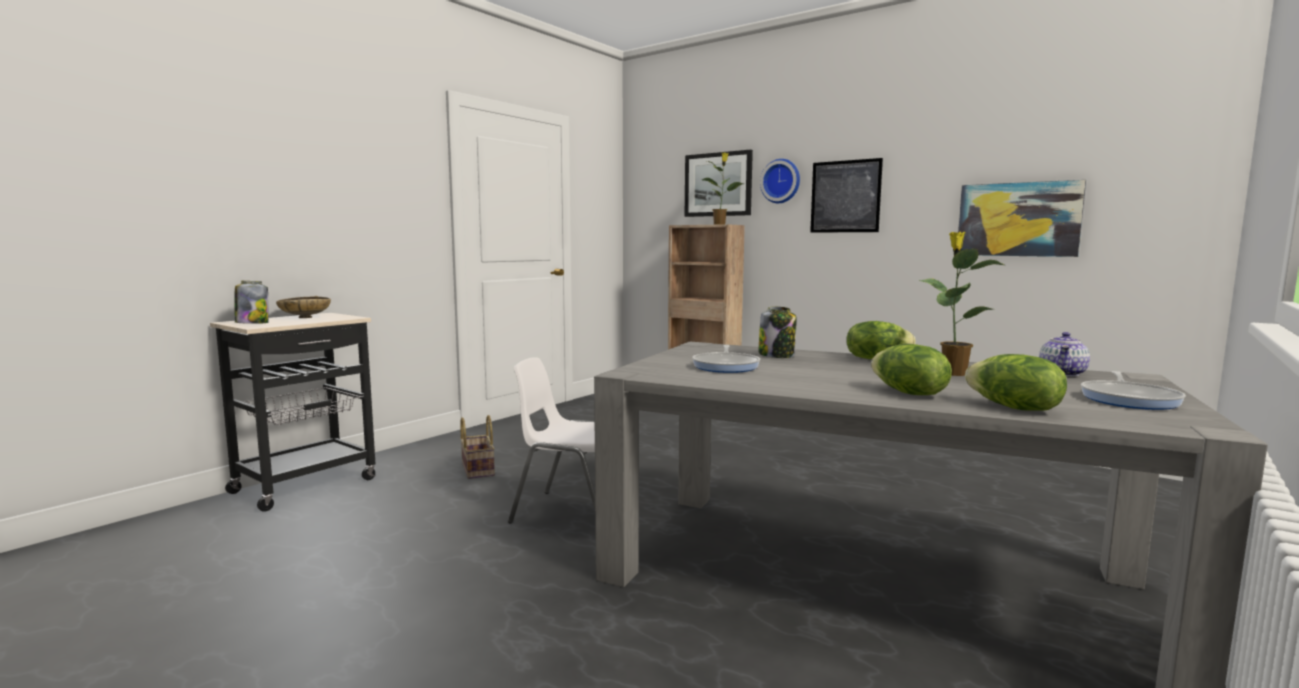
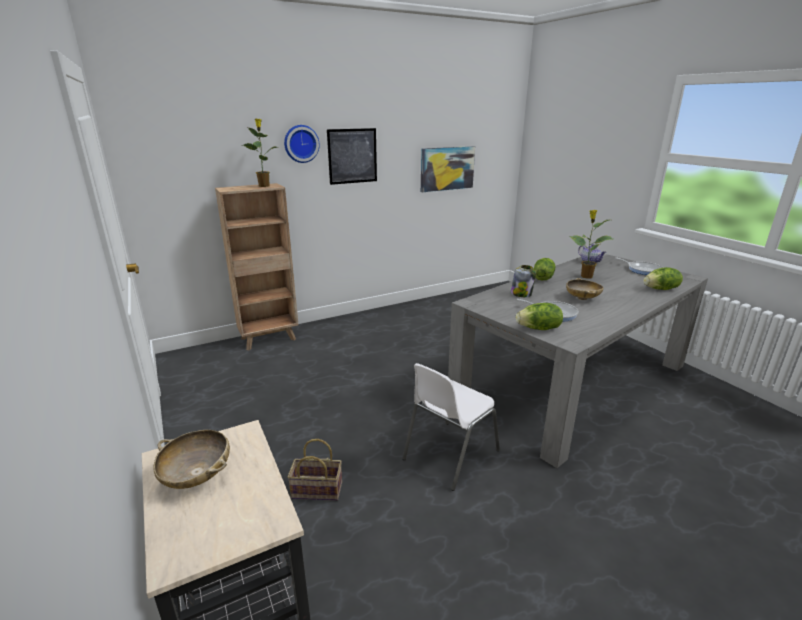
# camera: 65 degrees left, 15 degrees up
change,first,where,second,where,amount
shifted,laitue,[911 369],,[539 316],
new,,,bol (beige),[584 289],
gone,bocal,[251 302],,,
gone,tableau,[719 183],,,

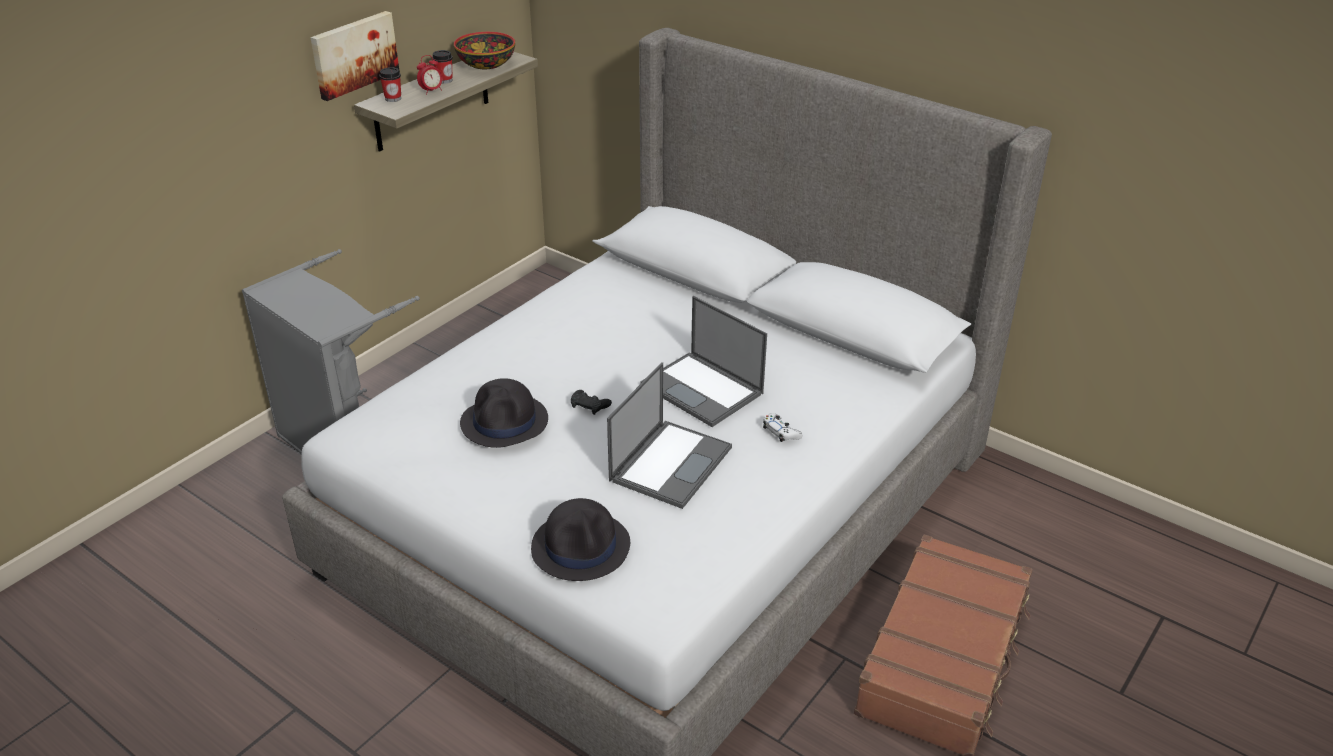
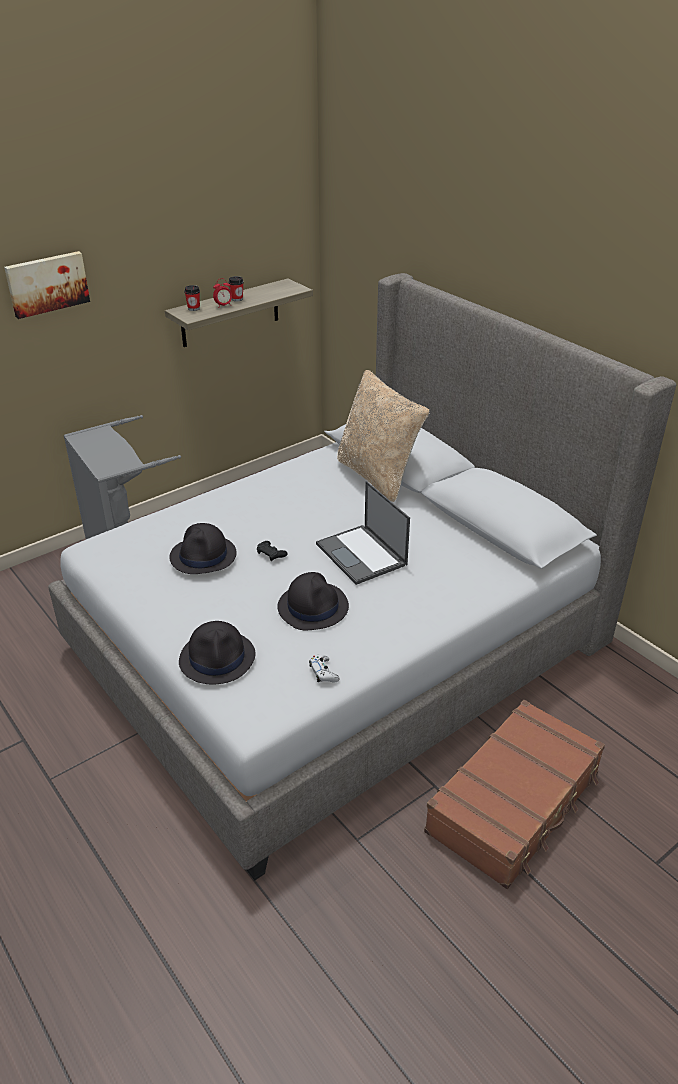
# camera: 15 degrees right, 0 degrees up
change,first,where,second,where,amount
shifted,tableau,[355 56],,[47 285],
swapped,ordinateur portable,[669 435],chapeau (noir),[313 601],
shifted,manette (blanc),[783 427],,[324 668],
new,,,coussin (beige),[383 436],
gone,bol,[484 50],,,

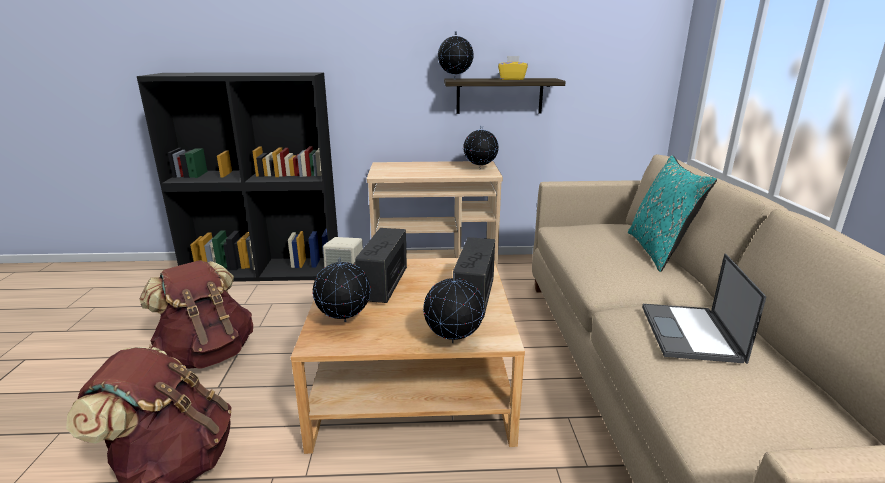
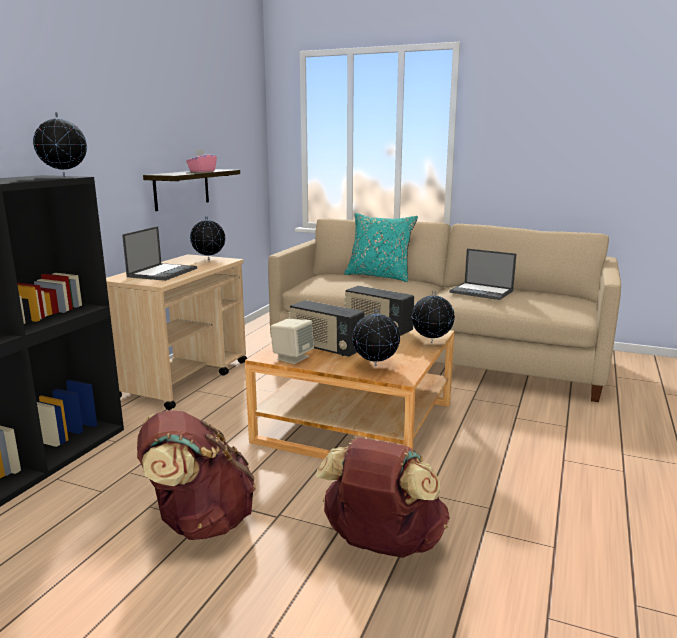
# camera: 65 degrees left, 5 degrees down
change,first,where,second,where,amount
shifted,globe,[456 55],,[60 144],
new,,,ordinateur portable,[159 253],
repainted,boîte à mouchoirs (jaune),[513 68],boîte à mouchoirs (rose),[201 160],

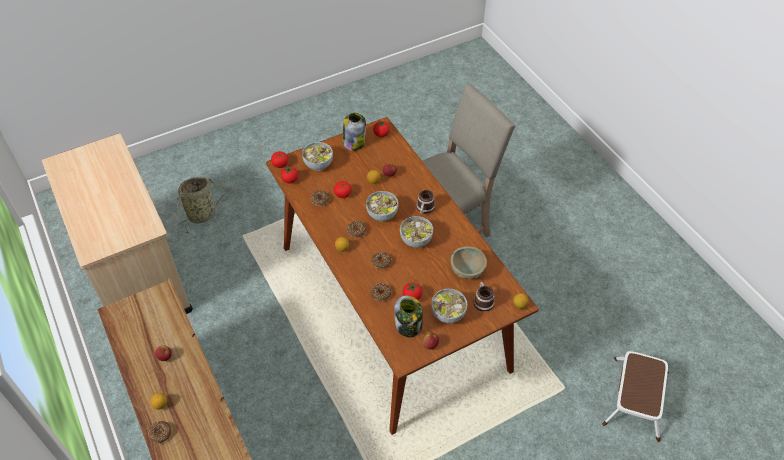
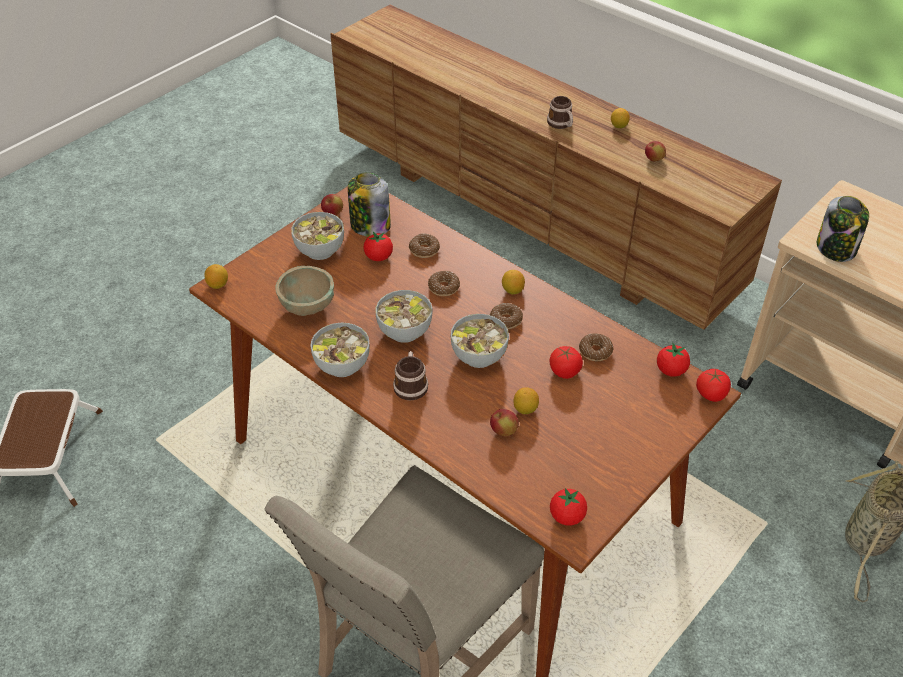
# camera: 160 degrees right, 5 degrees down
change,first,where,second,where,amount
shifted,bol,[317 156],,[340 350],
shifted,mug,[484 297],,[560 112],
shifted,bocal,[354 132],,[843 229],
gone,beignet,[160 432],,,

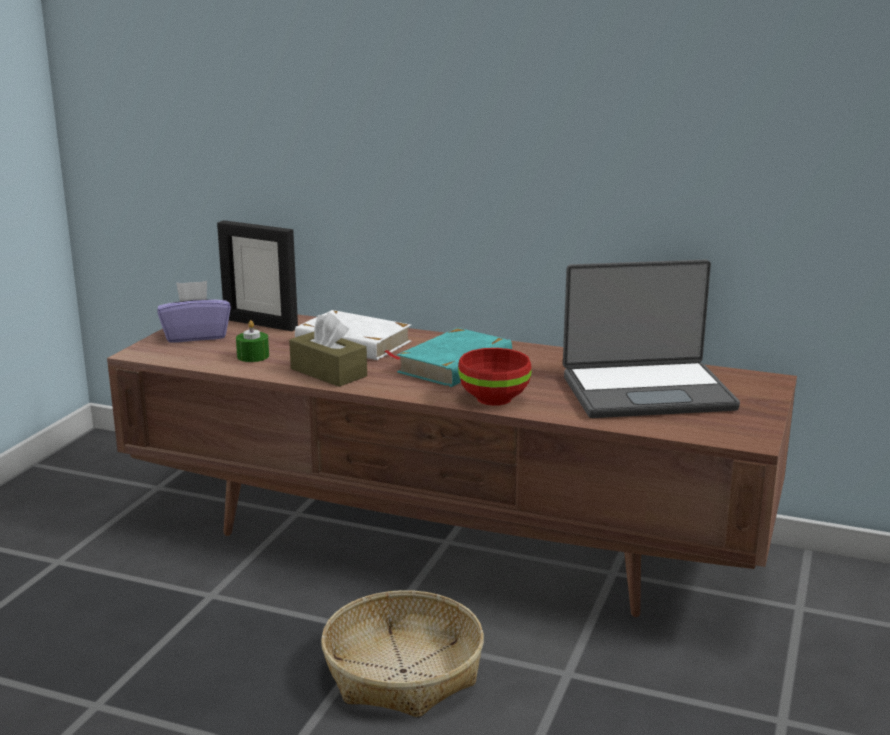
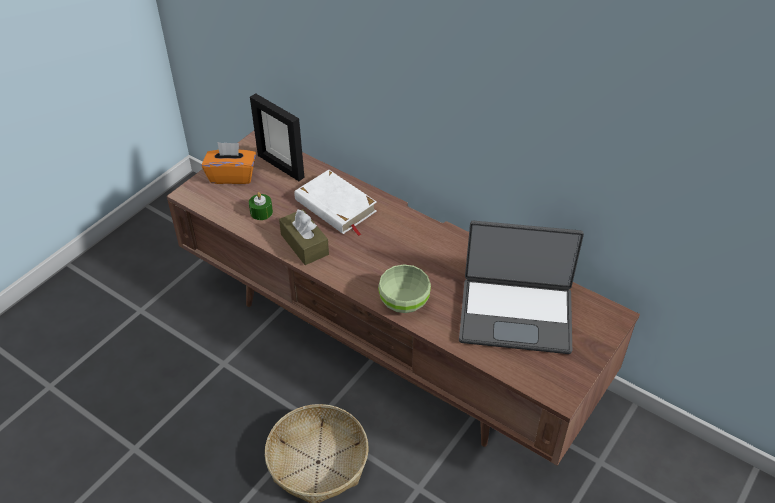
# camera: 15 degrees right, 25 degrees up
change,first,where,second,where,amount
repainted,boîte à mouchoirs (violet),[194 312],boîte à mouchoirs (orange),[229 163],
repainted,bol (rouge),[495 377],bol (vert),[404 288],
gone,livre (turquoise),[454 357],,,

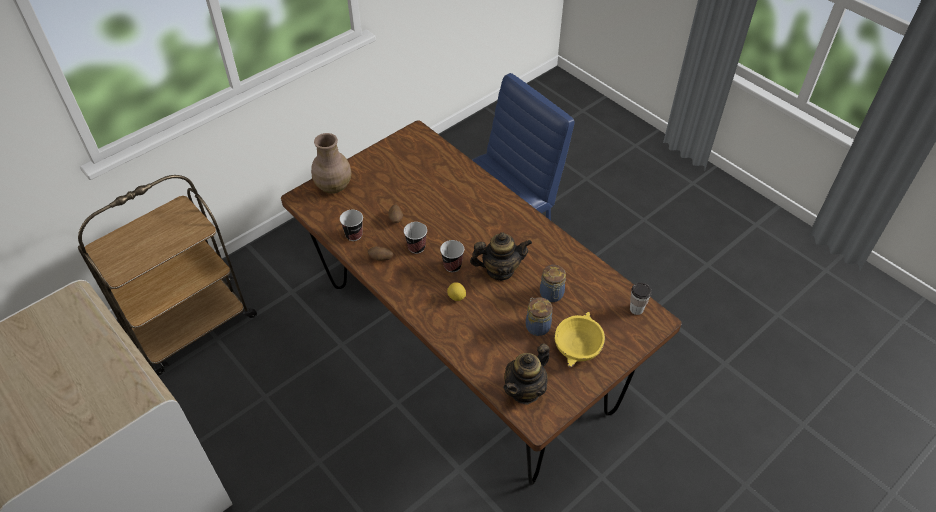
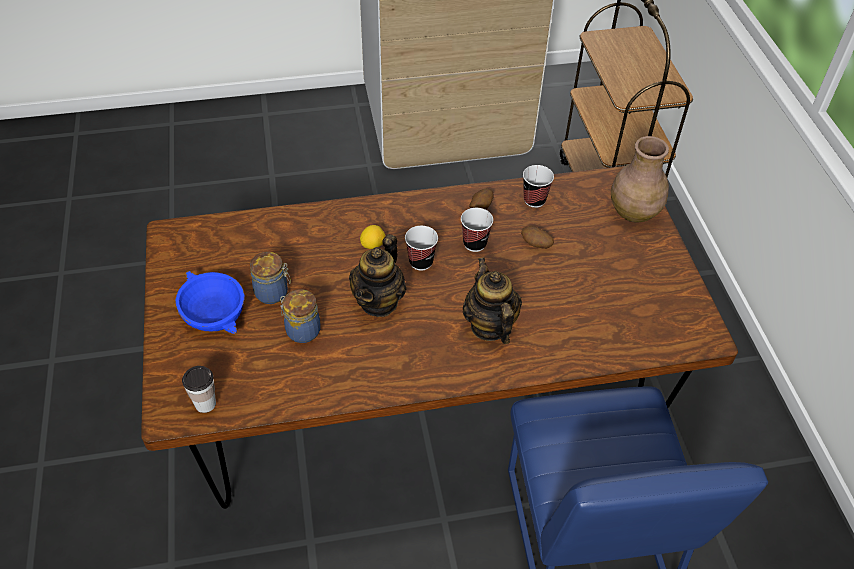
# camera: 120 degrees right, 0 degrees up
change,first,where,second,where,amount
repainted,bol (jaune),[580 339],bol (bleu),[210 302],
shifted,théière,[526 374],,[492 300],

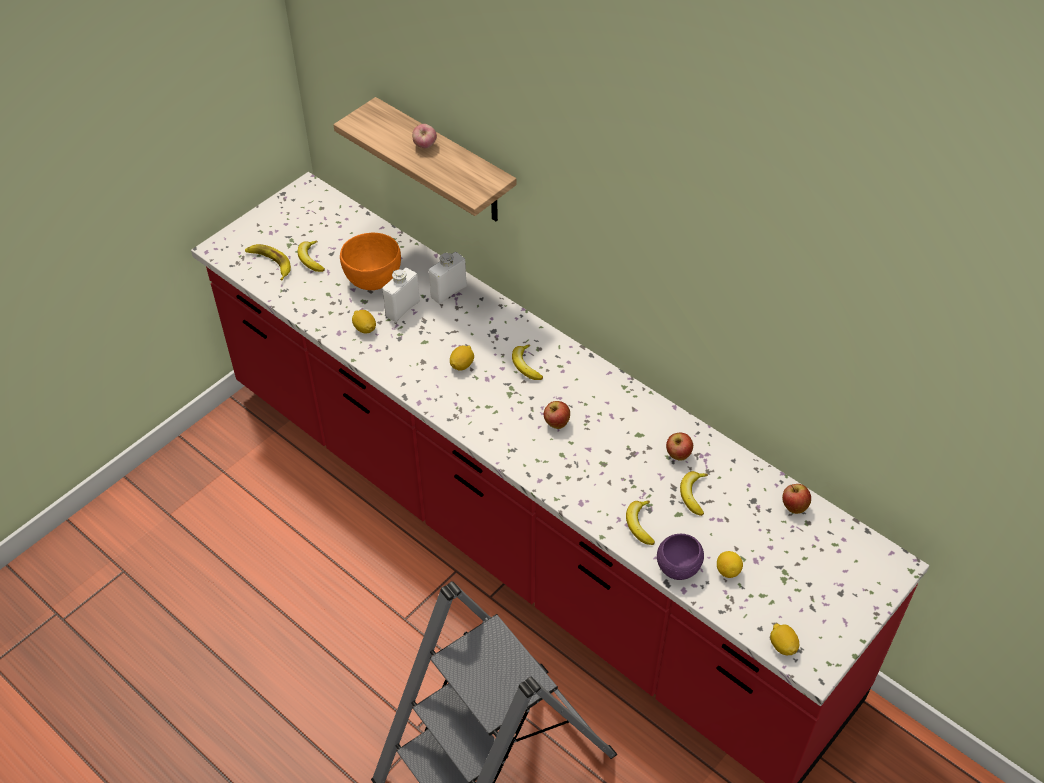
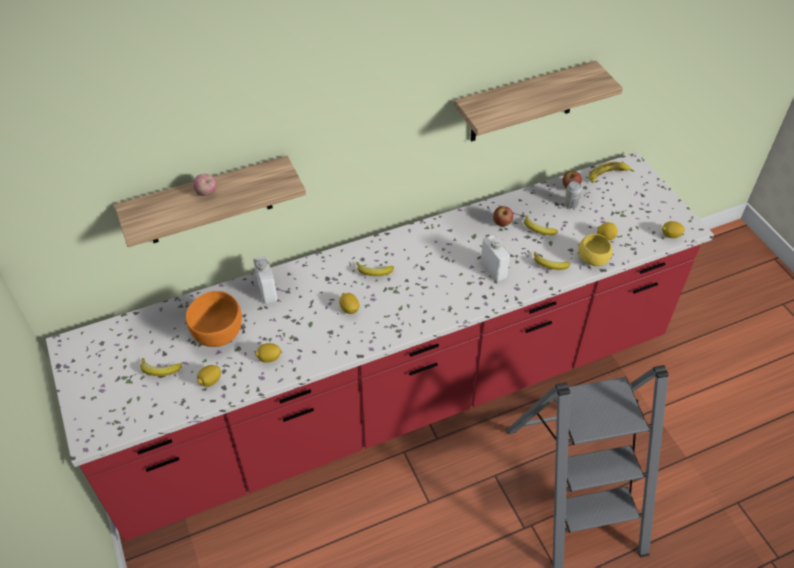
# camera: 65 degrees left, 0 degrees up
change,first,where,second,where,amount
new,,,citron,[209 376],
new,,,étagère,[538 101],
shifted,bouteille (blanc),[401 295],,[495 258],
new,,,boîte métallique,[573 195],
repainted,bol (violet),[680 557],bol (jaune),[595 250],
shifted,banane,[268 262],,[611 172],
gone,pomme,[557 415],,,

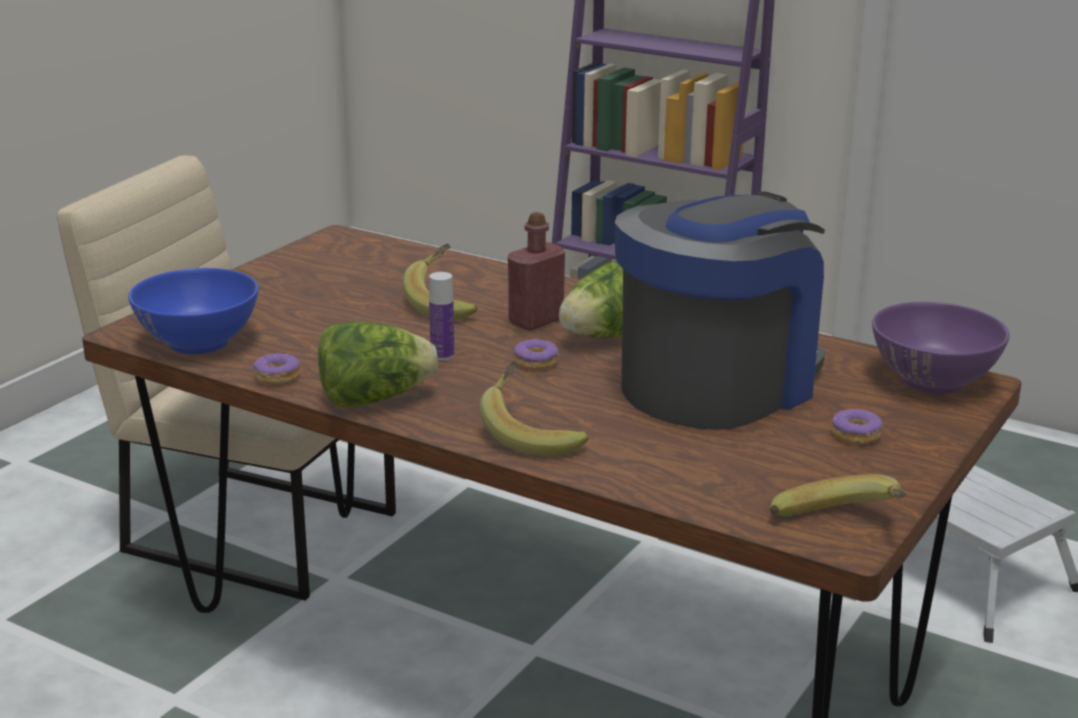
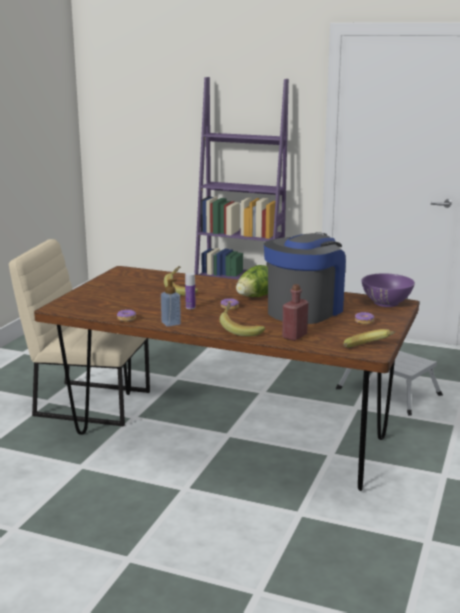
# camera: 10 degrees left, 5 degrees down
change,first,where,second,where,amount
swapped,laitue,[378 364],distributeur de savon,[171 303],
shifted,bouteille (rouge),[536 271],,[295 312],
gone,bol (bleu),[193 311],,,

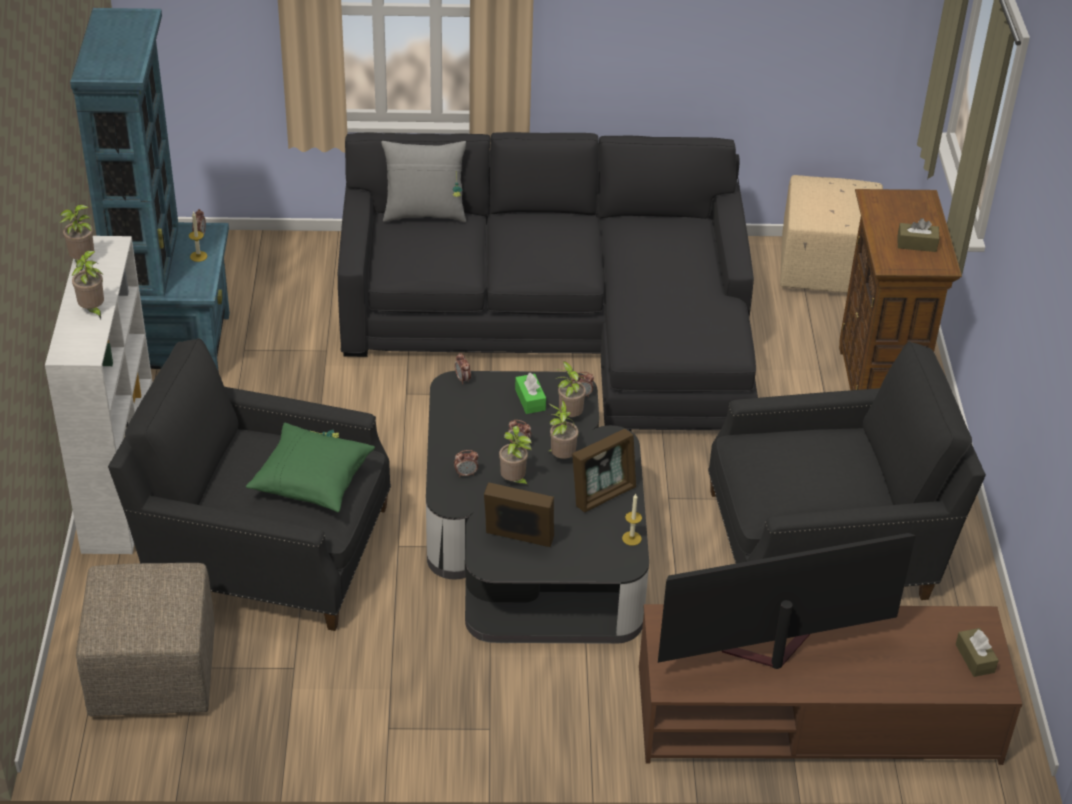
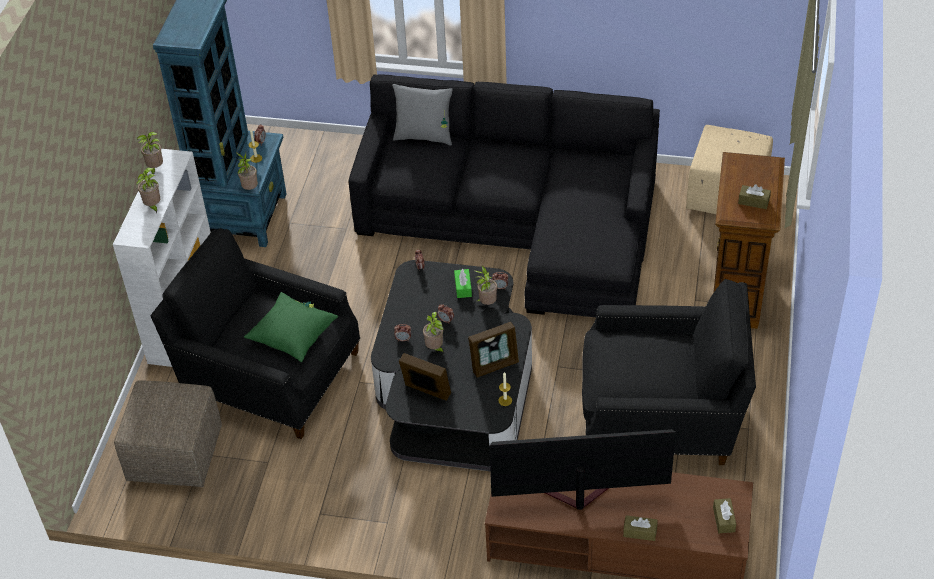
# camera: 15 degrees right, 5 degrees up
change,first,where,second,where,amount
shifted,plante en pot,[563 429],,[247 171],
new,,,boîte à mouchoirs (marron),[640 528],

